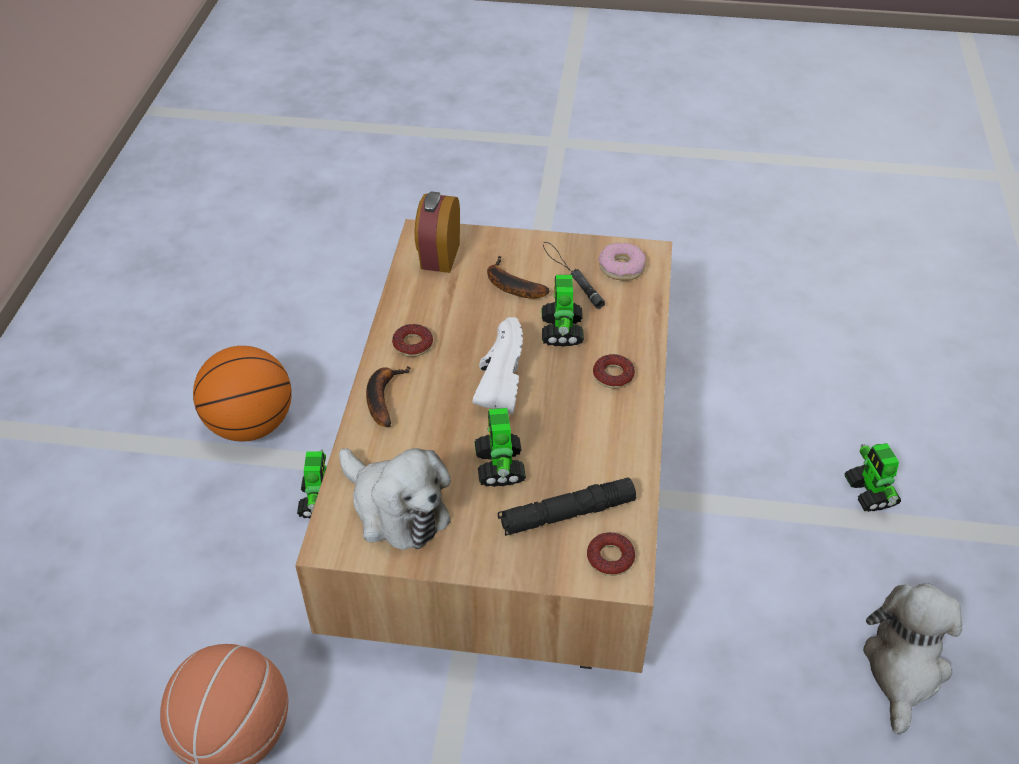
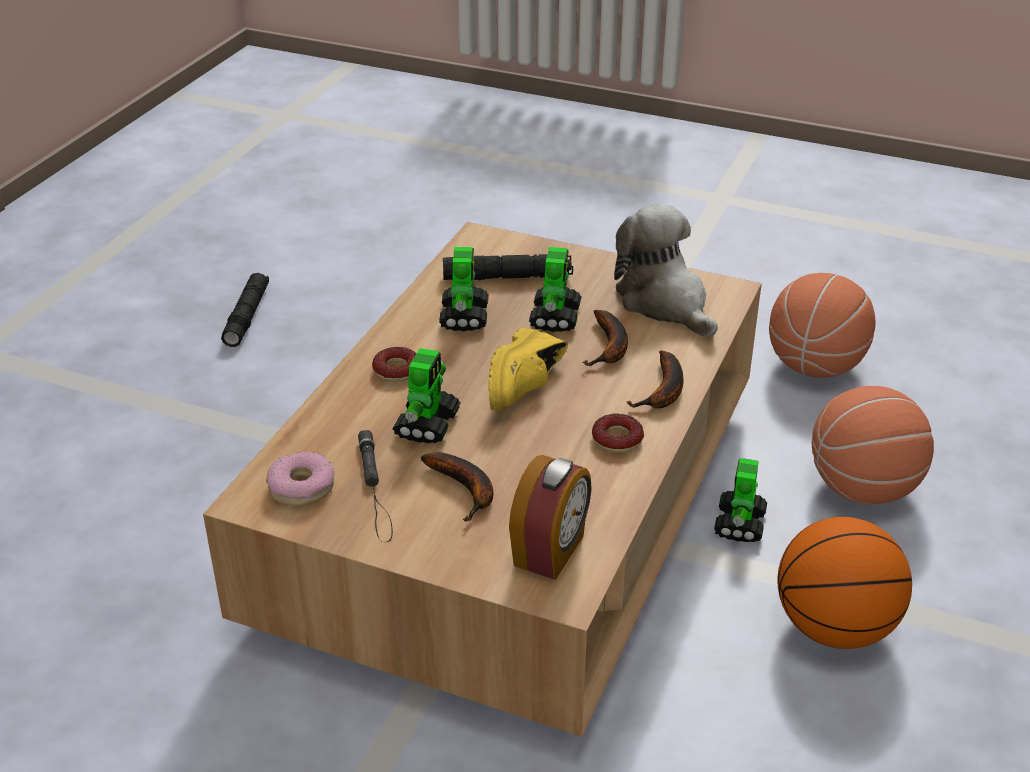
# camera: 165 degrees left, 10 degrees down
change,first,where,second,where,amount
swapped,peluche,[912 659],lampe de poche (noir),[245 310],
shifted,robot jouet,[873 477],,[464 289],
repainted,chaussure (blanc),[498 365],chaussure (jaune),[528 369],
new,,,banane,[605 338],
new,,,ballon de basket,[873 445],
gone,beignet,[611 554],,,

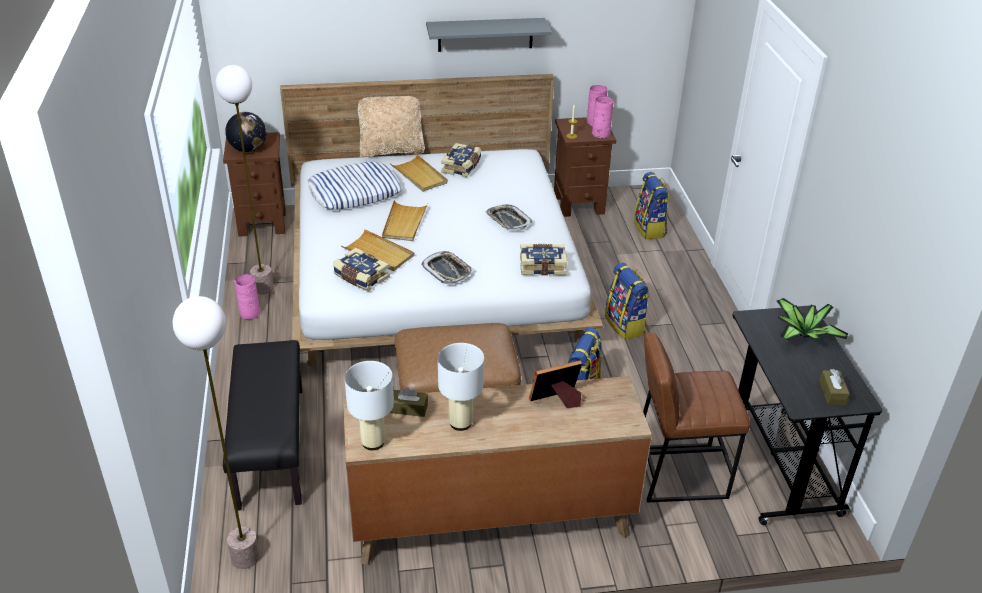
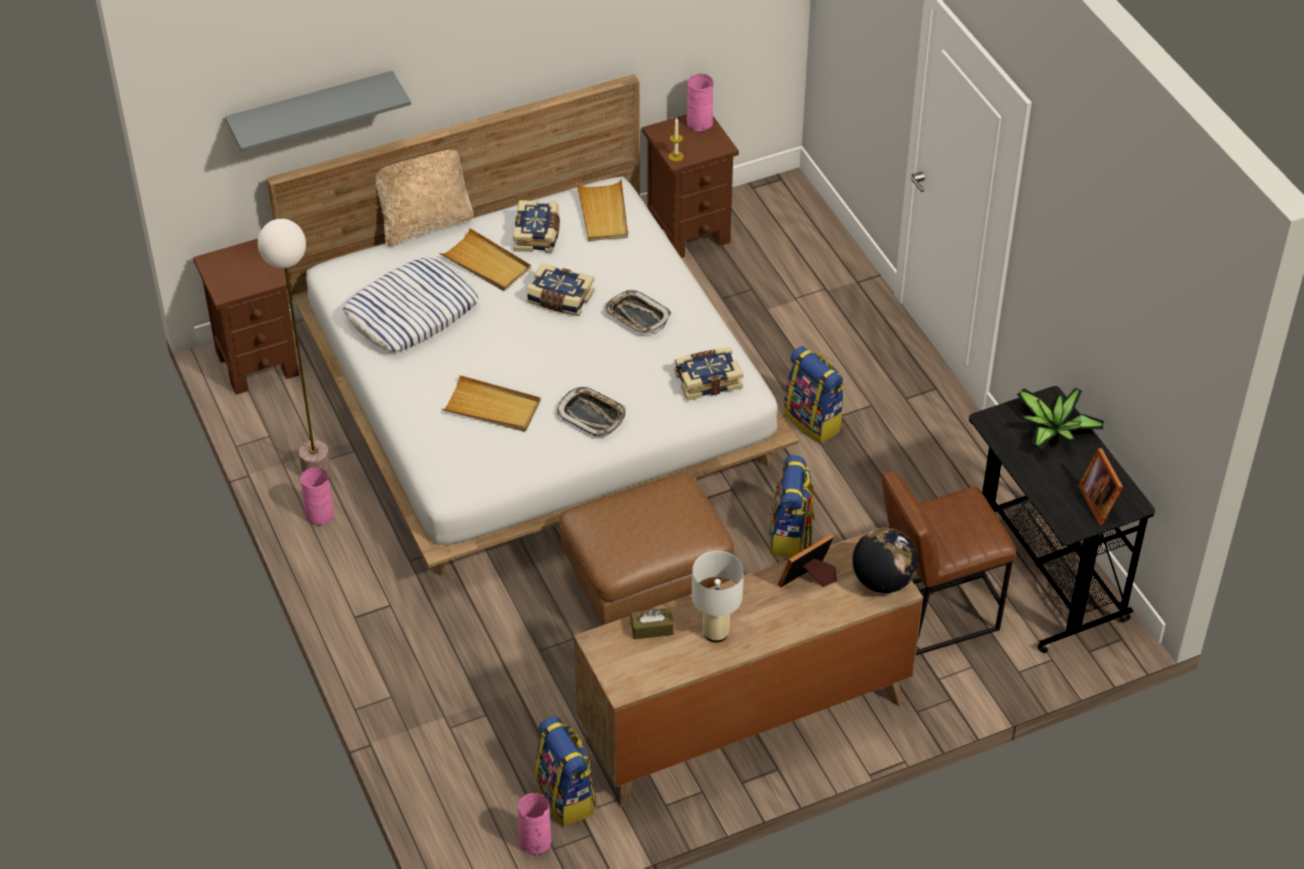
# camera: 15 degrees left, 10 degrees up
change,first,where,second,where,amount
shifted,étagère (gris),[489 35],,[318 111],
shifted,vase (rose),[603 117],,[534 824],
shifted,livre,[361 269],,[560 289],
shifted,sac à dos,[651 206],,[566 771],
shifted,plateau (beige),[405 220],,[602 210],
shifted,globe,[245 132],,[885 560],
swapped,boîte à mouchoirs (marron),[834 387],cadre photo,[1100 486],
gone,lampadaire,[216 432],,,
gone,banc (noir),[262 425],,,
gone,lampe de table (blanc),[369 405],,,

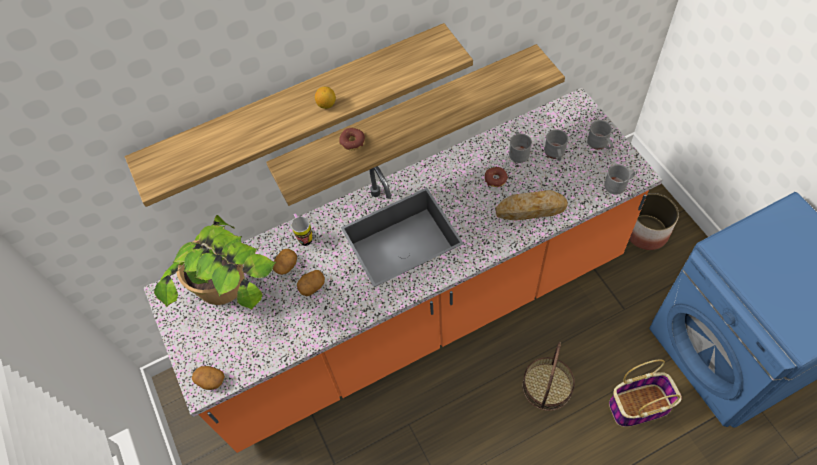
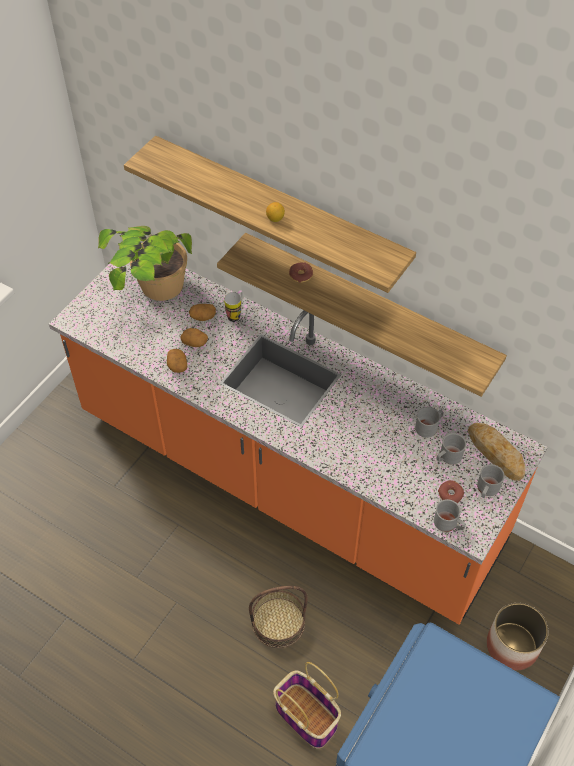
# camera: 55 degrees right, 5 degrees down
change,first,where,second,where,amount
shifted,pomme de terre,[208 378],,[177 361],
shifted,beignet,[496 177],,[451 491],
shifted,pain,[532 205],,[497 452],

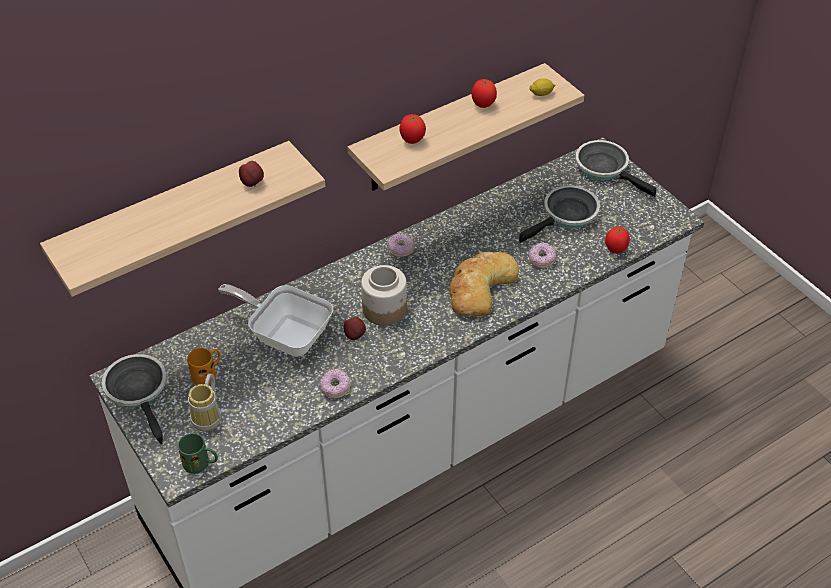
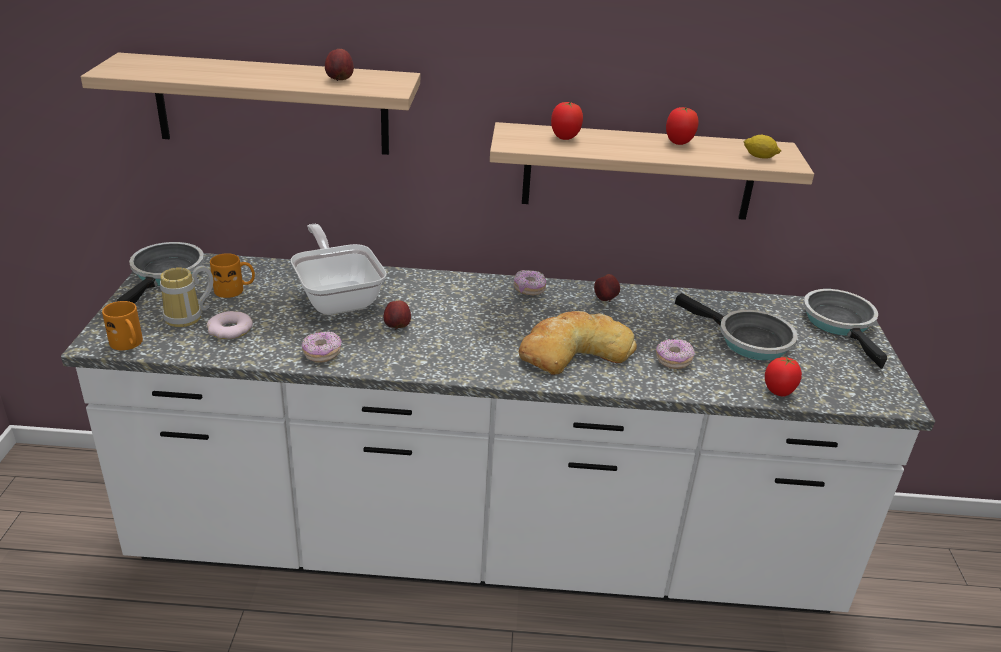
# camera: 35 degrees right, 15 degrees down
change,first,where,second,where,amount
repainted,mug (vert),[198 453],mug (orange),[122 325],
new,,,beignet,[229 325],
new,,,pomme,[607 288],
rotated,poêle,[559 214],,[736 326],45 degrees clockwise
gone,bocal,[384 295],,,

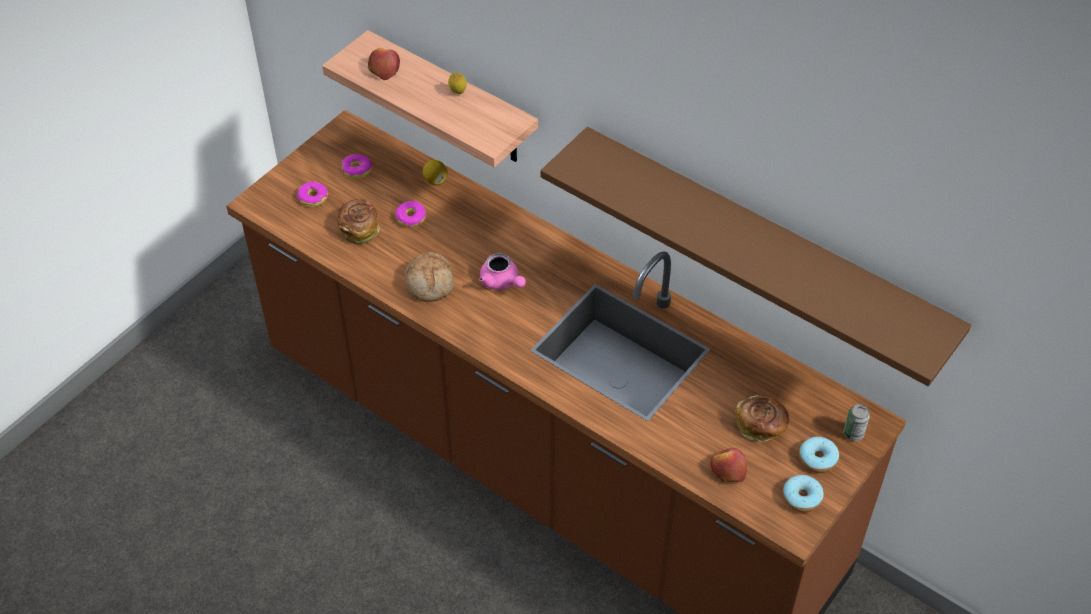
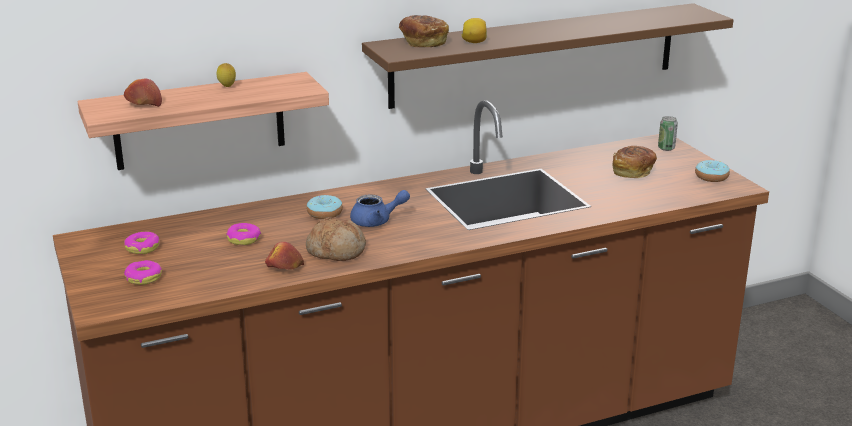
# camera: 60 degrees left, 25 degrees down
change,first,where,second,where,amount
shifted,pomme,[728 465],,[284 255],
shifted,beignet,[819 455],,[324 207],
repainted,théière (rose),[502 271],théière (bleu),[380 208],
shifted,pain,[359 221],,[424 31],
shifted,citron,[435 172],,[474 30],

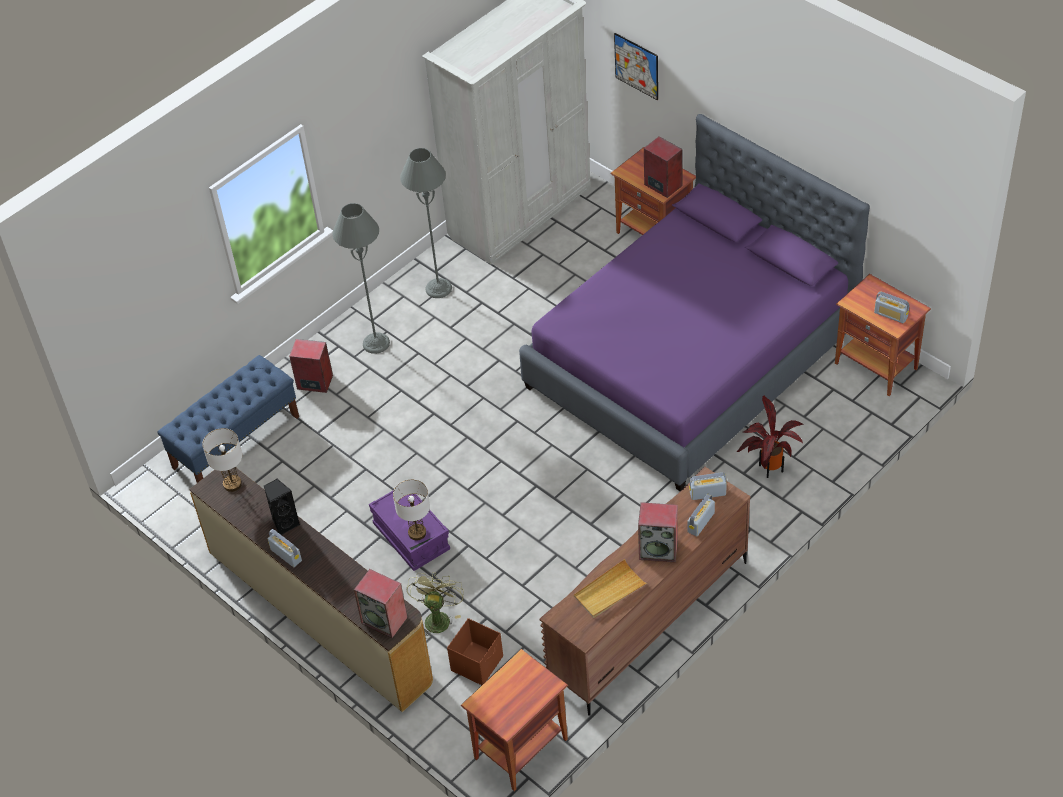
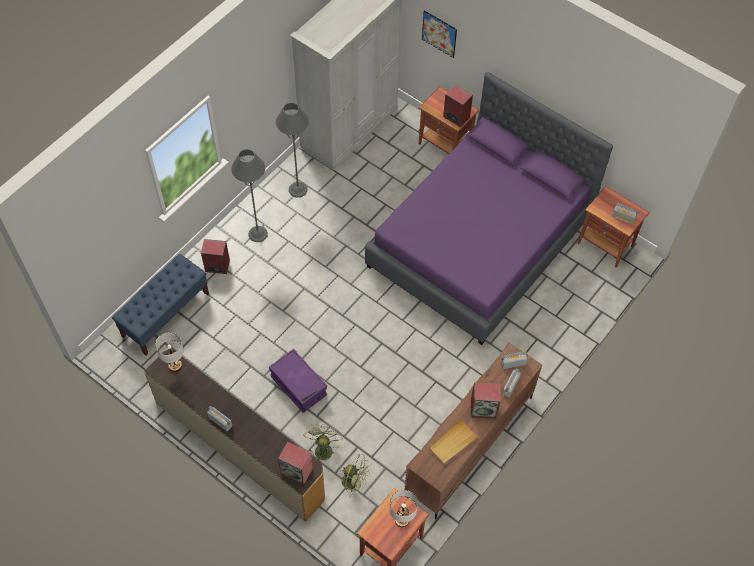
# camera: 10 degrees left, 10 degrees up
change,first,where,second,where,amount
swapped,boîte de rangement (marron),[475 651],ventilateur (vert),[355 475],
shifted,lampe de table,[411 510],,[404 508],
gone,enceinte (noir),[282 507],,,
gone,plante en pot,[770 437],,,

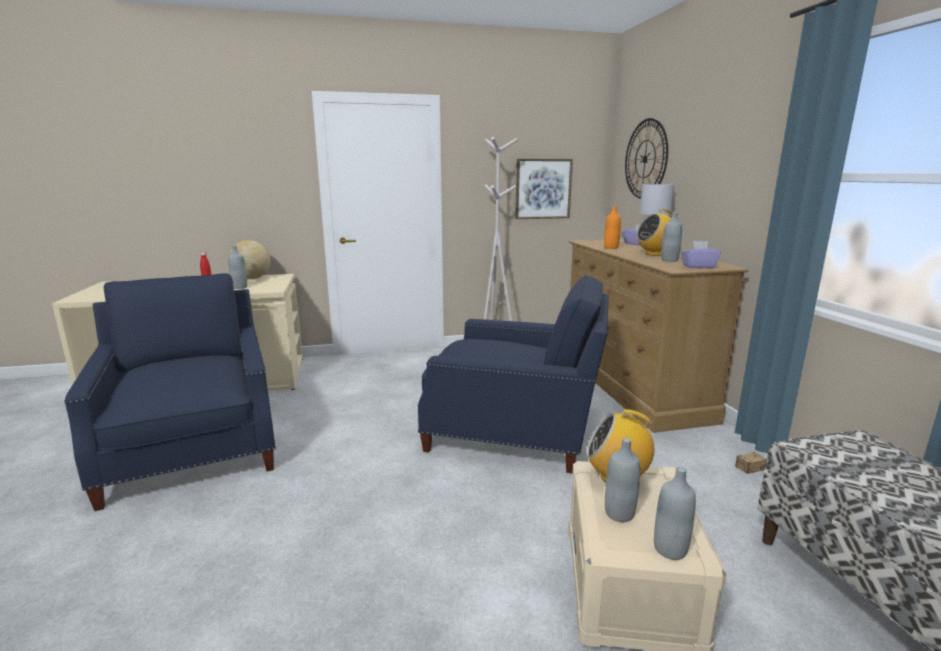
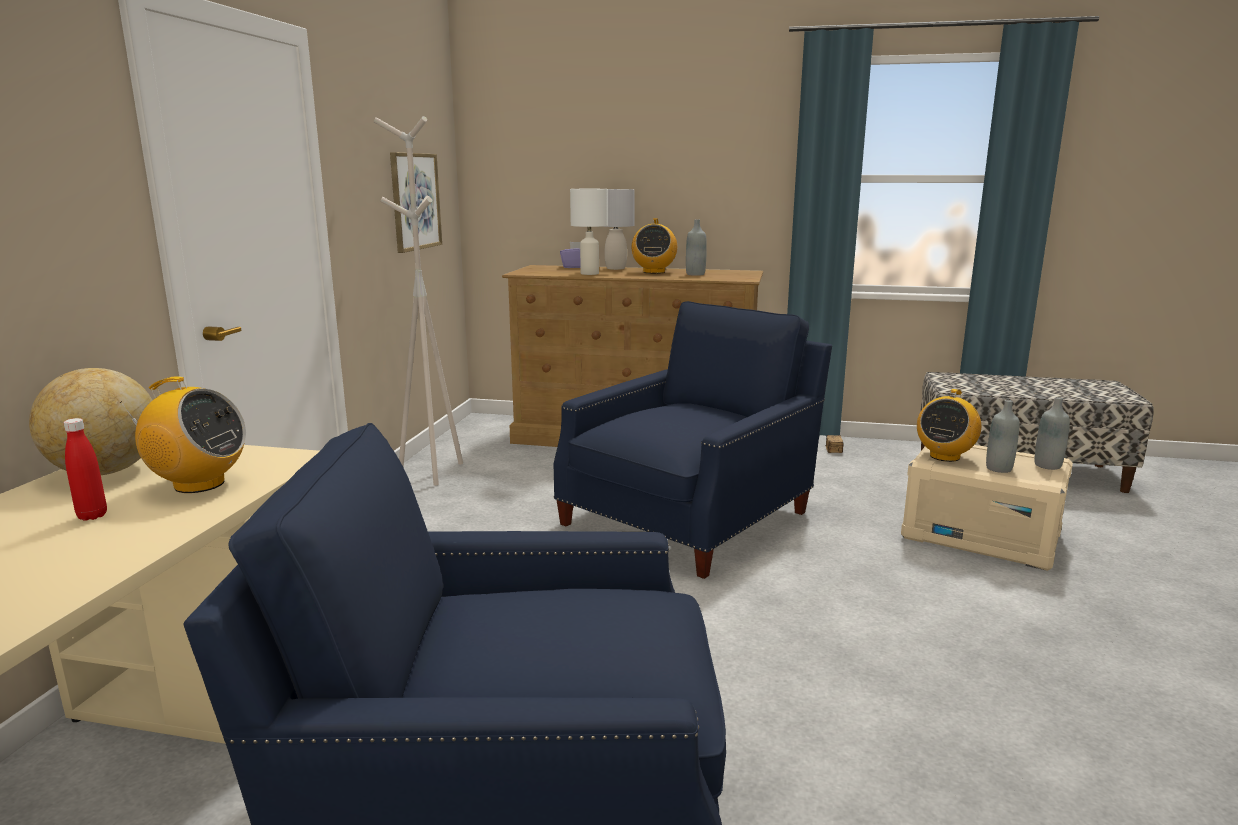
# camera: 65 degrees left, 0 degrees up
change,first,where,second,where,amount
swapped,bouteille (gris),[237 267],radio,[183 434],
swapped,bouteille (orange),[612 227],lampe de table (blanc),[589 232],
gone,horloge murale,[646 158],,,
gone,boîte à mouchoirs (violet),[701 254],,,

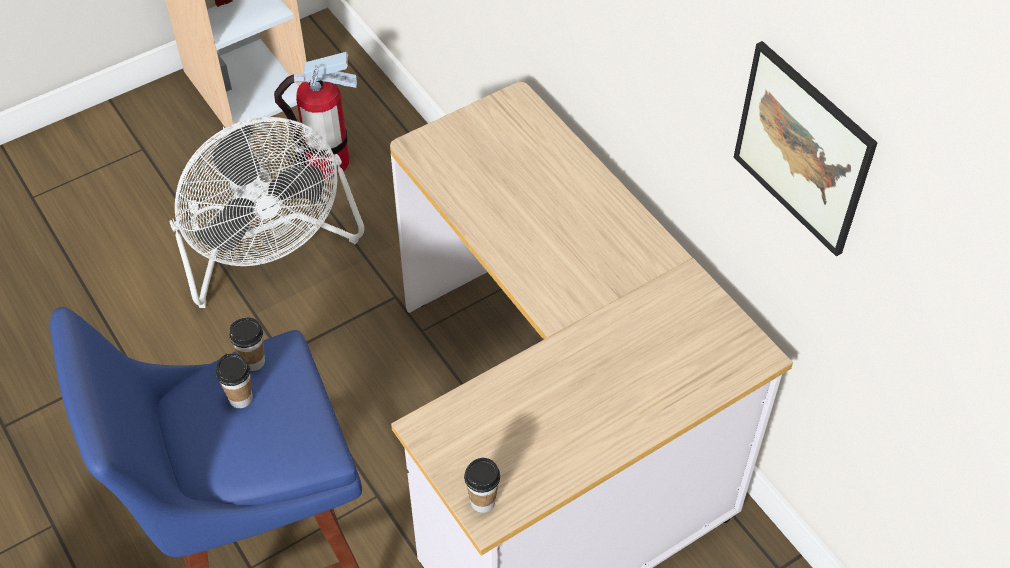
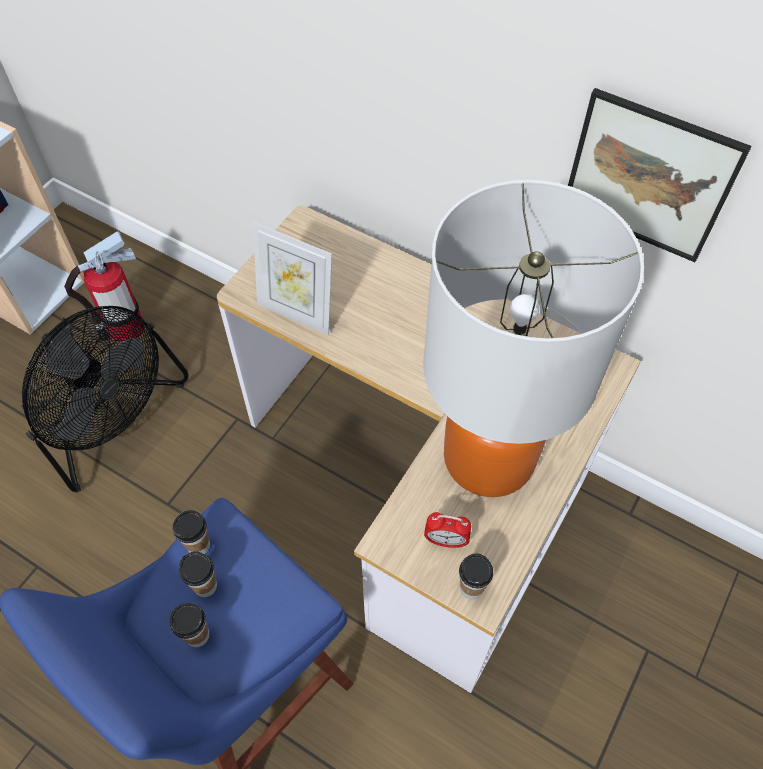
# camera: 25 degrees left, 5 degrees up
change,first,where,second,where,amount
repainted,ventilateur (blanc),[266 212],ventilateur (noir),[105 399],
new,,,tasse,[189 625],
new,,,cadre photo,[292 278],
new,,,lampe de table,[533 338],
new,,,réveil,[447 530],

